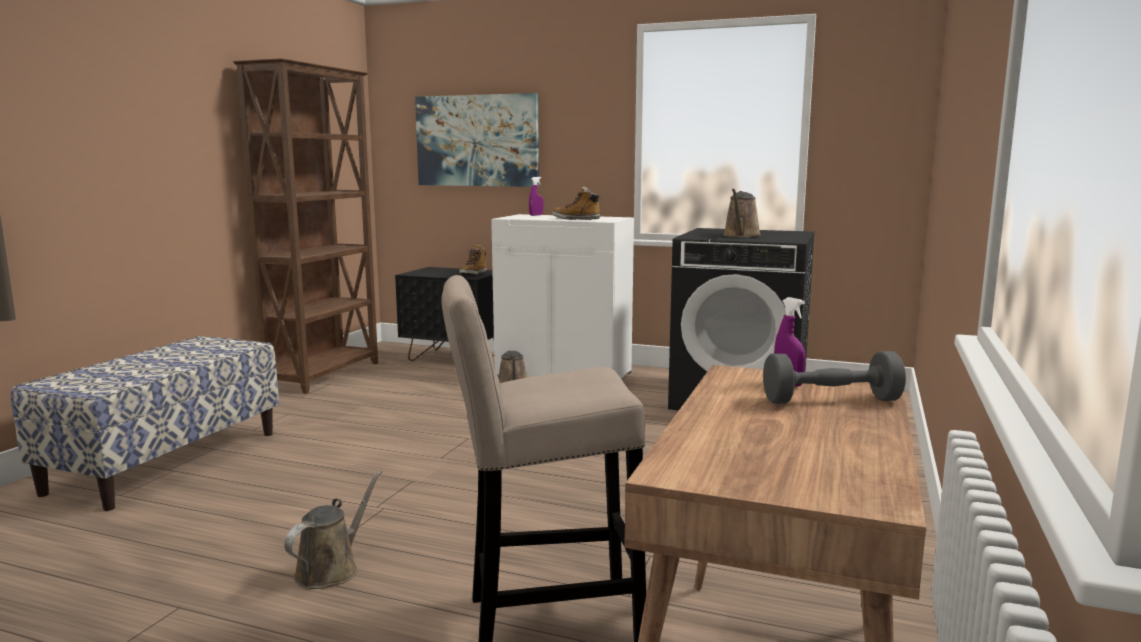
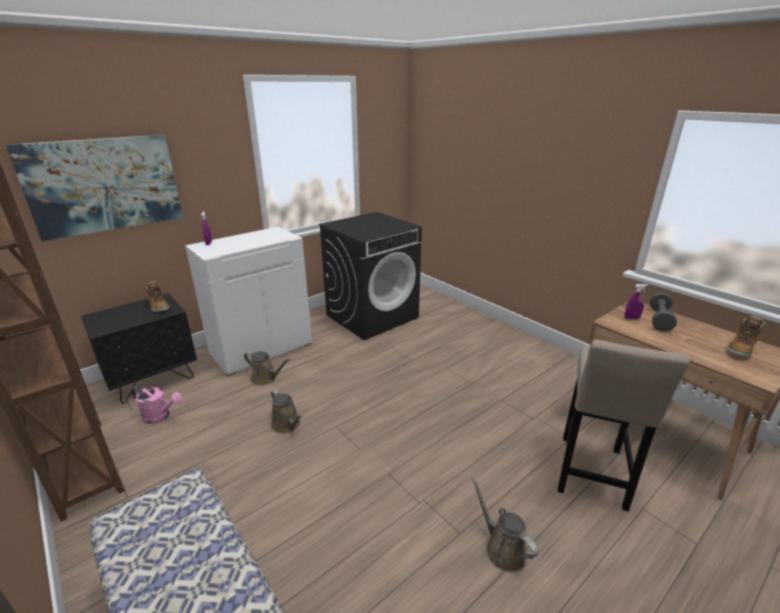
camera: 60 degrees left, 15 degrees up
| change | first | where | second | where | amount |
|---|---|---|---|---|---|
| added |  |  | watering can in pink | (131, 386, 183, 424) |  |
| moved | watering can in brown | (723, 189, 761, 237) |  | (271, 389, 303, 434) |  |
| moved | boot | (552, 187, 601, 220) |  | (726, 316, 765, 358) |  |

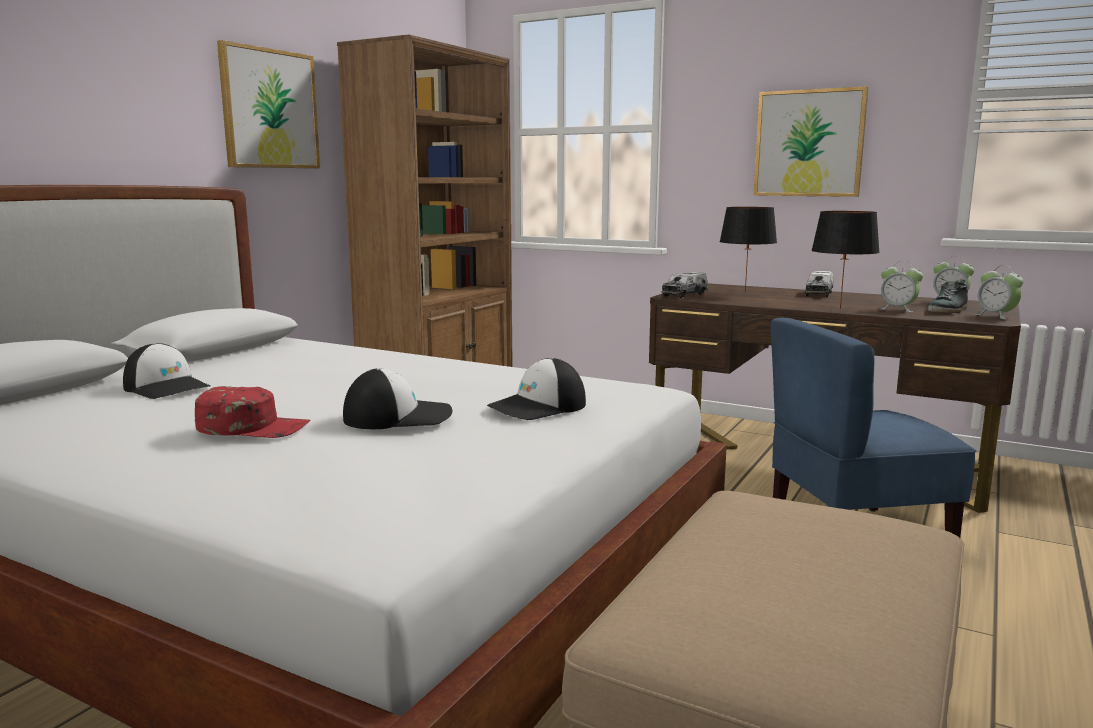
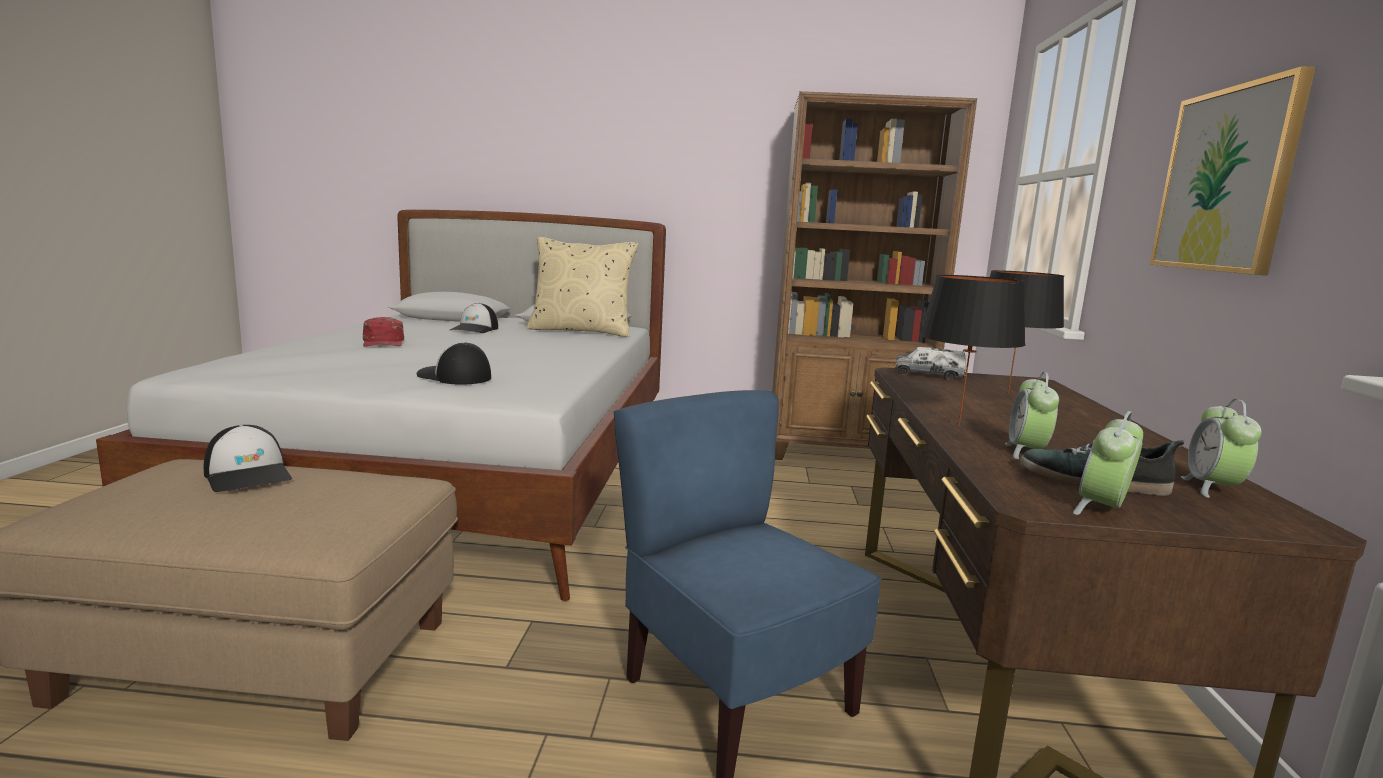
camera: 65 degrees right, 0 degrees up
| change | first | where | second | where | amount |
|---|---|---|---|---|---|
| moved | cap | (343, 368, 452, 429) |  | (204, 425, 292, 492) |  |
| added |  |  | pillow in beige | (526, 237, 638, 337) |  |
| removed | picture | (217, 40, 320, 168) |  |  |  |
| removed | toy truck | (805, 271, 833, 297) |  |  |  |

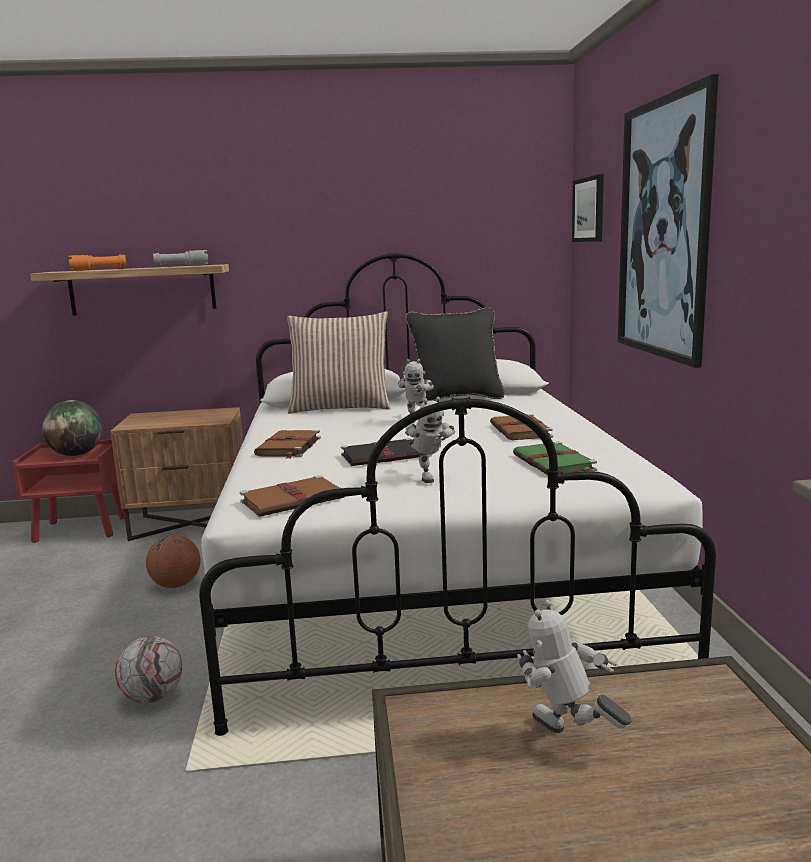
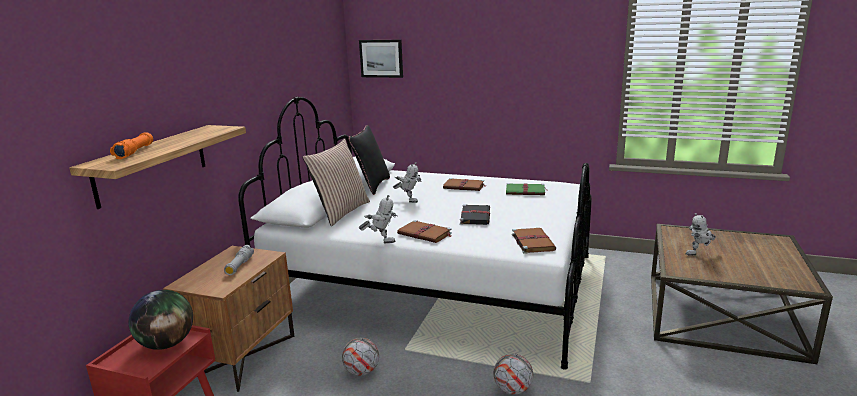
camera: 65 degrees left, 5 degrees up
| change | first | where | second | where | amount |
|---|---|---|---|---|---|
| moved | flashlight in grey | (153, 250, 208, 266) |  | (224, 245, 254, 275) |  |
| replaced | basketball | (146, 535, 201, 588) | football | (342, 337, 379, 376) |  |
| moved | toy robot | (405, 397, 455, 483) |  | (359, 195, 398, 243) |  |
| removed | picture | (618, 74, 719, 368) |  |  |  |

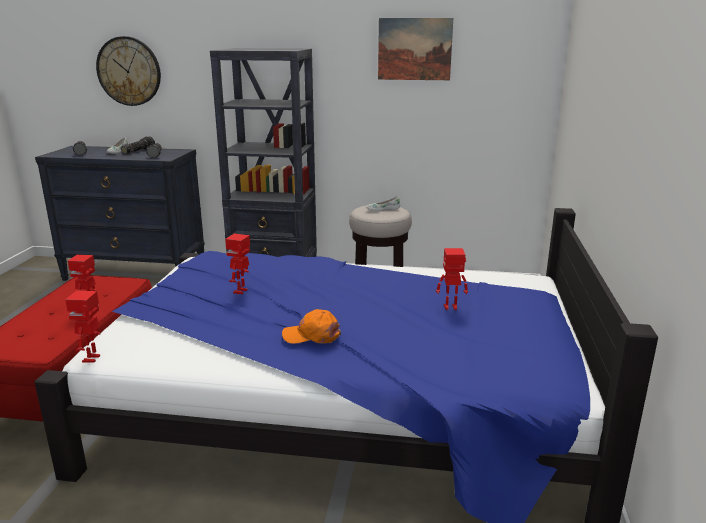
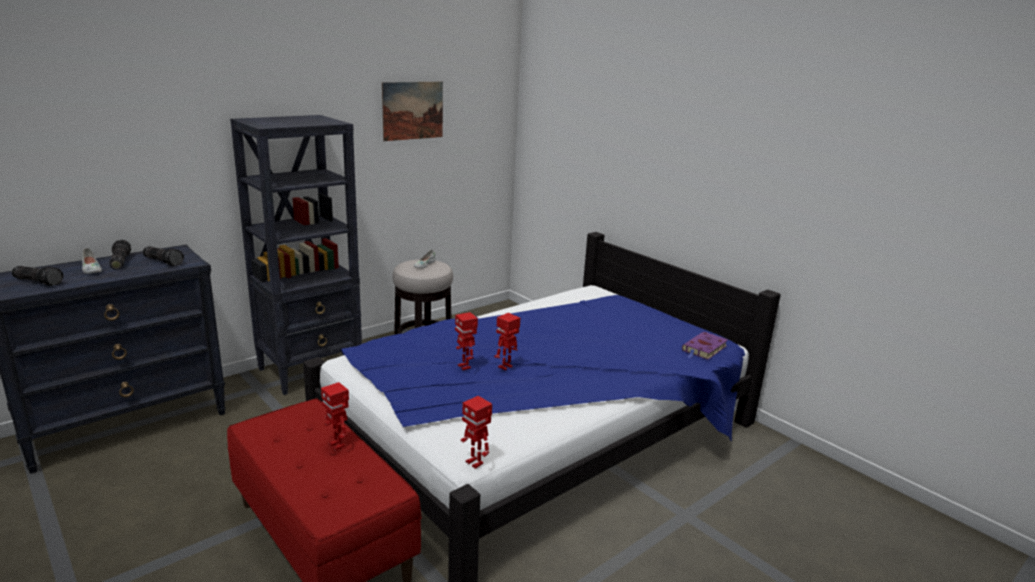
camera: 50 degrees left, 0 degrees up
| change | first | where | second | where | amount |
|---|---|---|---|---|---|
| moved | toy robot | (436, 248, 468, 310) |  | (494, 313, 520, 370) |  |
| added |  |  | book in purple | (682, 331, 728, 360) |  |
| removed | wall clock | (96, 36, 161, 106) |  |  |  |
| removed | cap in orange | (282, 309, 341, 344) |  |  |  |

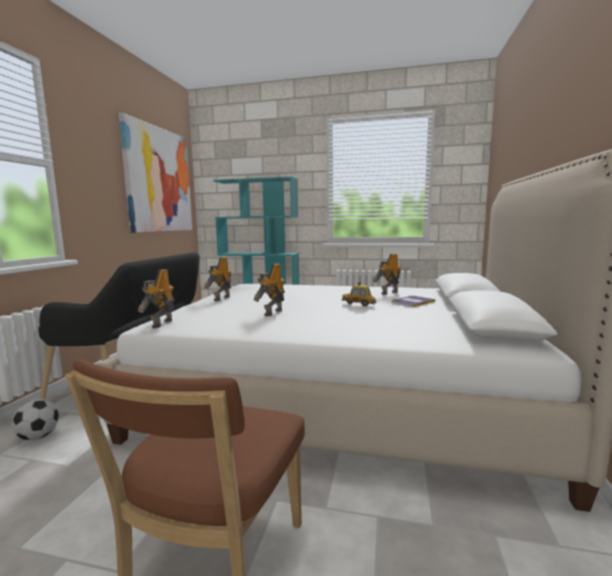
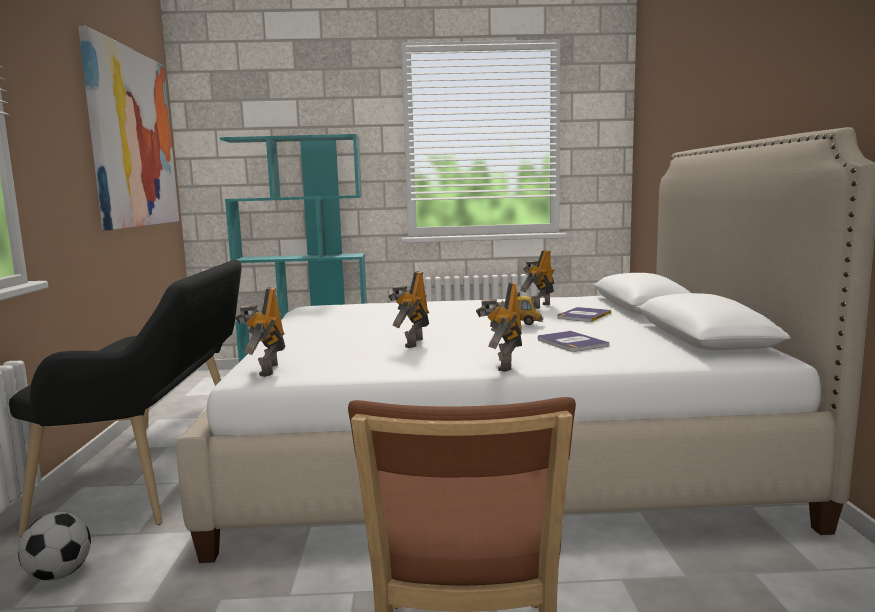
camera: 15 degrees left, 0 degrees up
| change | first | where | second | where | amount |
|---|---|---|---|---|---|
| moved | toy robot | (204, 257, 232, 301) |  | (476, 281, 522, 372) |  |
| added |  |  | book | (538, 331, 609, 352) |  |

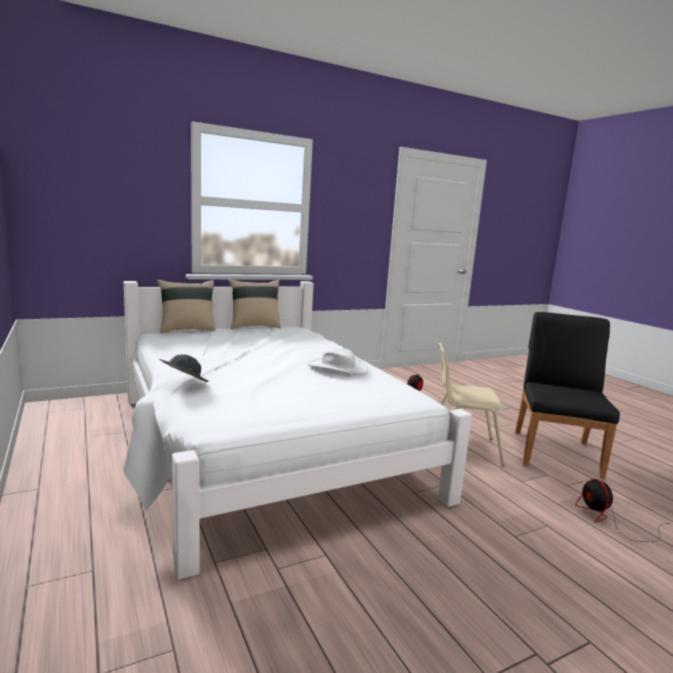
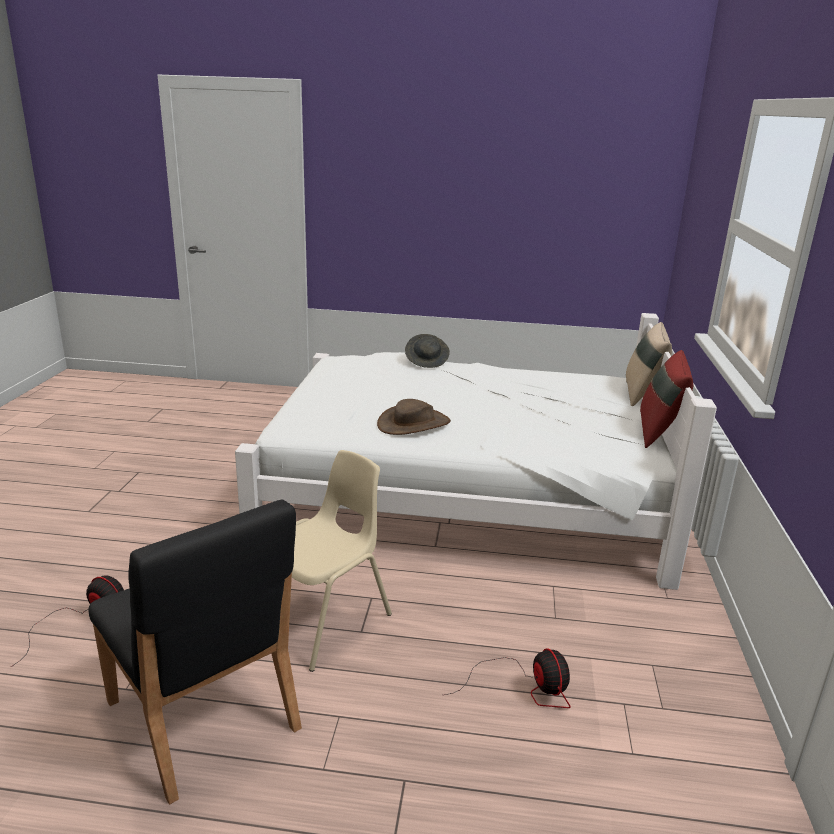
camera: 125 degrees right, 10 degrees up
| change | first | where | second | where | amount |
|---|---|---|---|---|---|
| recoloured | hat in white | (308, 348, 368, 375) | hat in brown | (377, 399, 451, 435) |  |
| recoloured | pillow in beige | (228, 279, 281, 329) | pillow in red | (640, 350, 693, 448) |  |

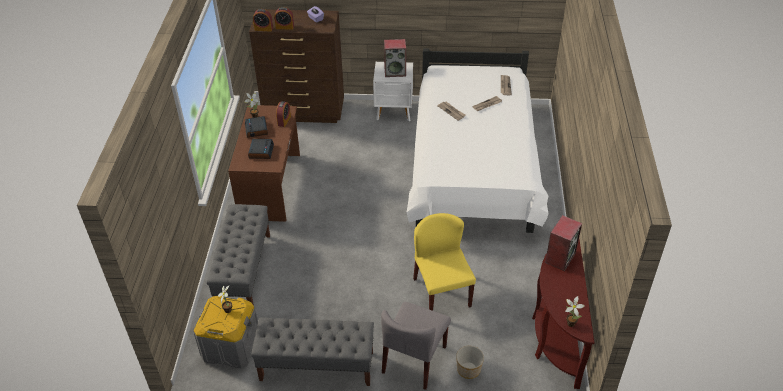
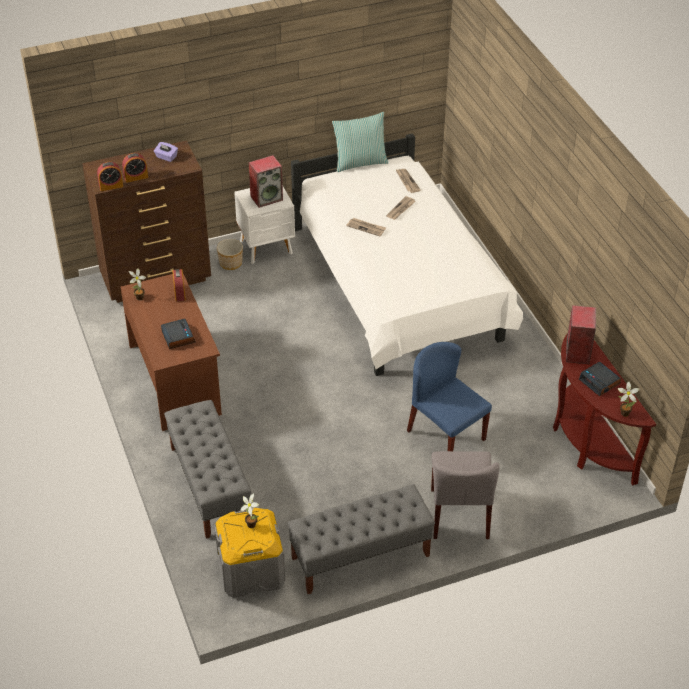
camera: 25 degrees left, 0 degrees up
| change | first | where | second | where | amount |
|---|---|---|---|---|---|
| moved | planter | (456, 346, 484, 379) |  | (217, 239, 243, 270) |  |
| added |  |  | pillow | (332, 112, 388, 172) |  |
| recoloured | chair in yellow | (413, 213, 476, 311) | chair in blue | (407, 342, 492, 451) |  |
| moved | alarm clock | (245, 116, 268, 138) |  | (579, 362, 621, 396) |  |

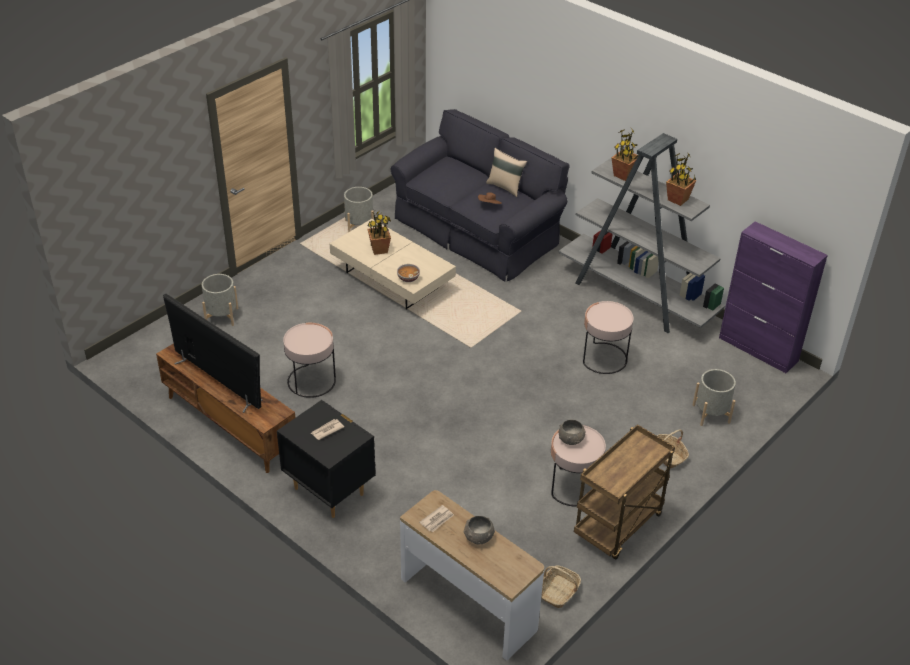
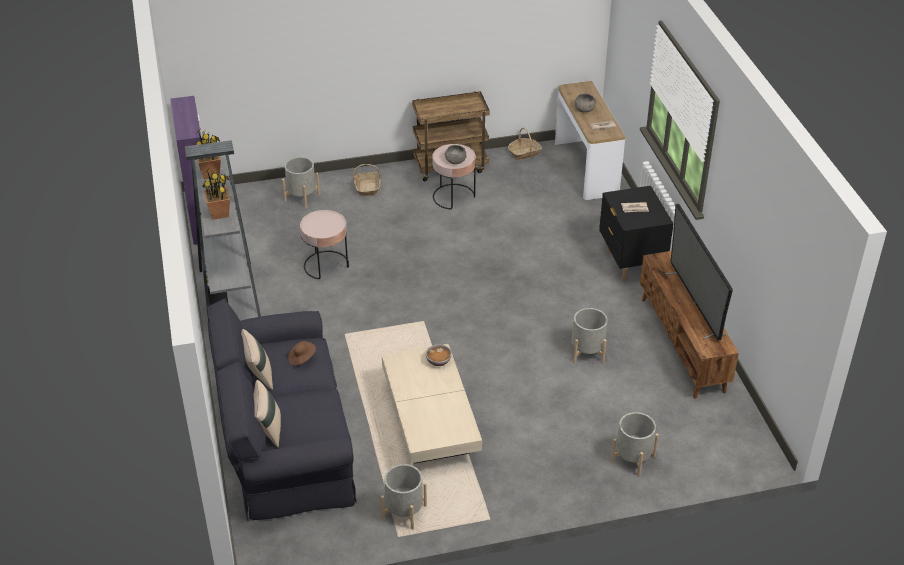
camera: 145 degrees left, 0 degrees up
| change | first | where | second | where | amount |
|---|---|---|---|---|---|
| added |  |  | pillow in beige | (254, 380, 281, 448) |  |
| replaced | side table in pink | (283, 323, 336, 398) | planter in grey | (571, 308, 608, 363) |  |
| removed | potted plant | (368, 210, 391, 255) |  |  |  |

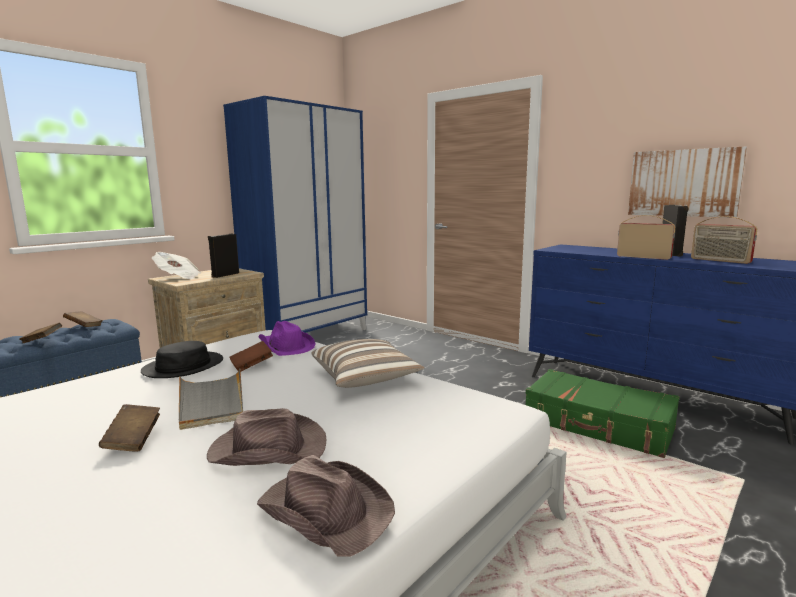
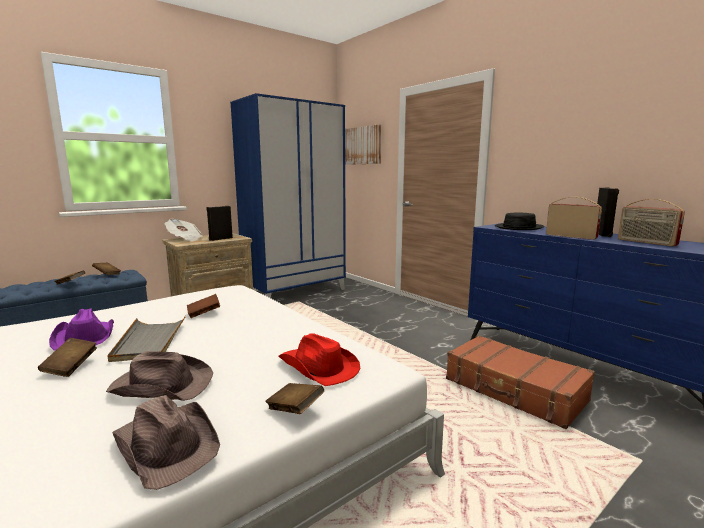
camera: 10 degrees right, 0 degrees up
| change | first | where | second | where | amount |
|---|---|---|---|---|---|
| moved | hat in purple | (259, 321, 316, 356) |  | (49, 308, 114, 351) |  |
| added |  |  | book in brown | (265, 383, 324, 414) |  |
| added |  |  | hat in red | (279, 333, 360, 386) |  |
| moved | picture | (628, 147, 747, 218) |  | (345, 124, 381, 165) |  |
| recoloured | suitcase in green | (526, 369, 680, 458) | suitcase in brown | (446, 335, 595, 429) |  |
| moved | hat in black | (141, 341, 223, 378) |  | (495, 213, 545, 230) |  |
| removed | pillow | (311, 339, 425, 388) |  |  |  |

